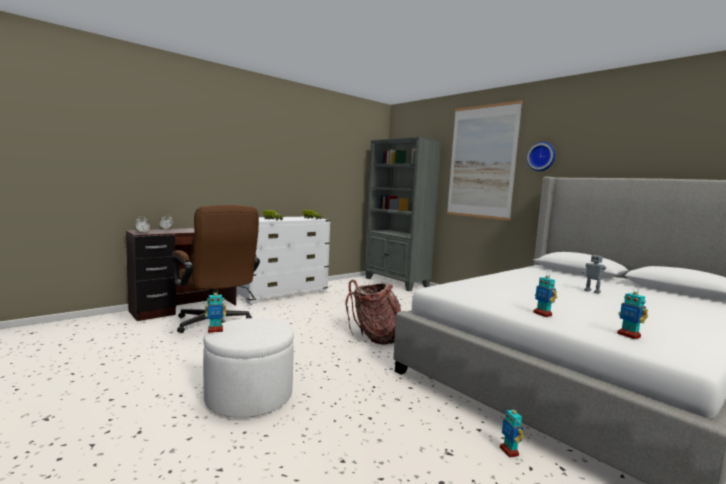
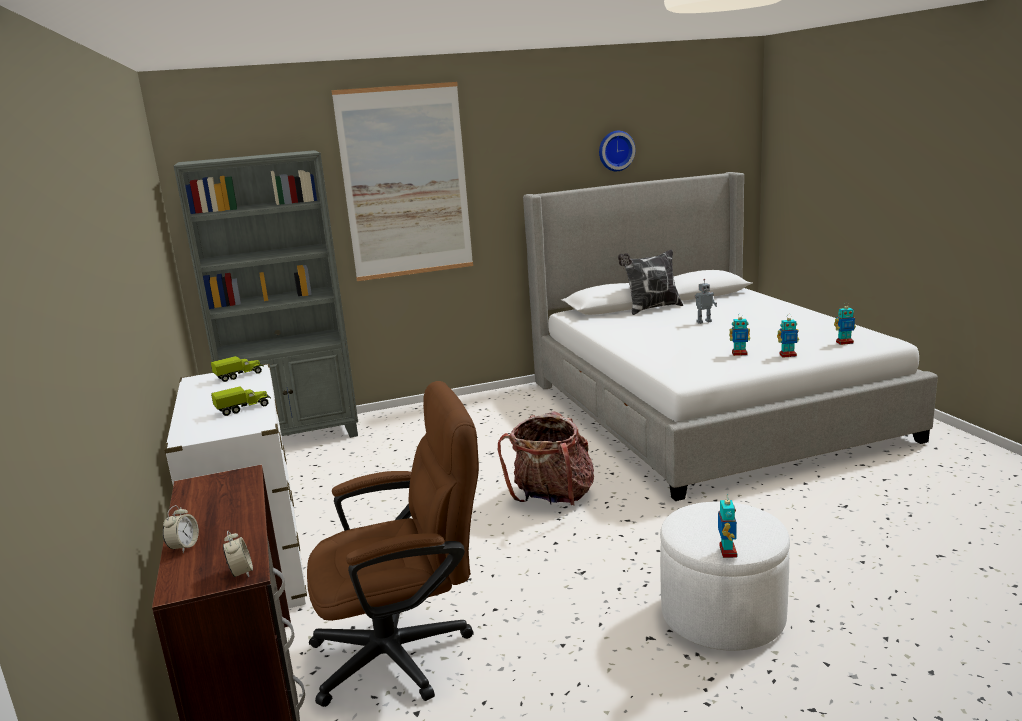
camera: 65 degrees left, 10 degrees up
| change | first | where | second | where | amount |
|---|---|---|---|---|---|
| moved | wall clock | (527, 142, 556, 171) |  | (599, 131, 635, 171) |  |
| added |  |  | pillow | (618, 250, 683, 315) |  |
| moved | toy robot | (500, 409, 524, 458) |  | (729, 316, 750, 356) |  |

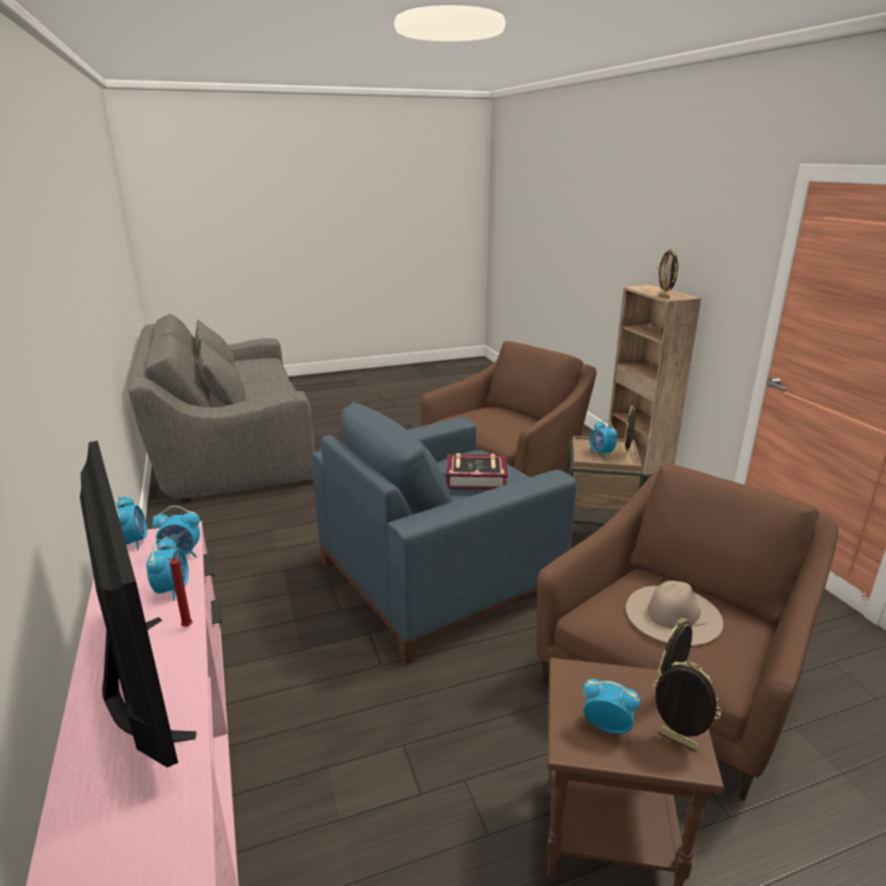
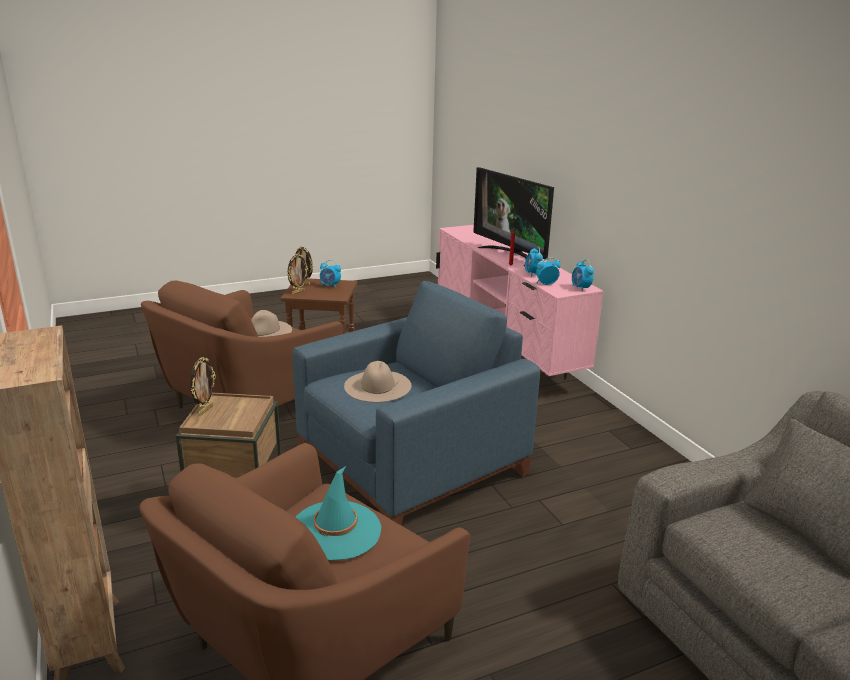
camera: 175 degrees right, 0 degrees up
| change | first | where | second | where | amount |
|---|---|---|---|---|---|
| added |  |  | hat in turquoise | (296, 466, 381, 560) |  |
| replaced | book | (446, 453, 508, 490) | hat in beige | (344, 361, 411, 402) |  |
| removed | alarm clock | (589, 420, 617, 458) |  |  |  |
| removed | picture frame | (657, 248, 678, 299) |  |  |  |

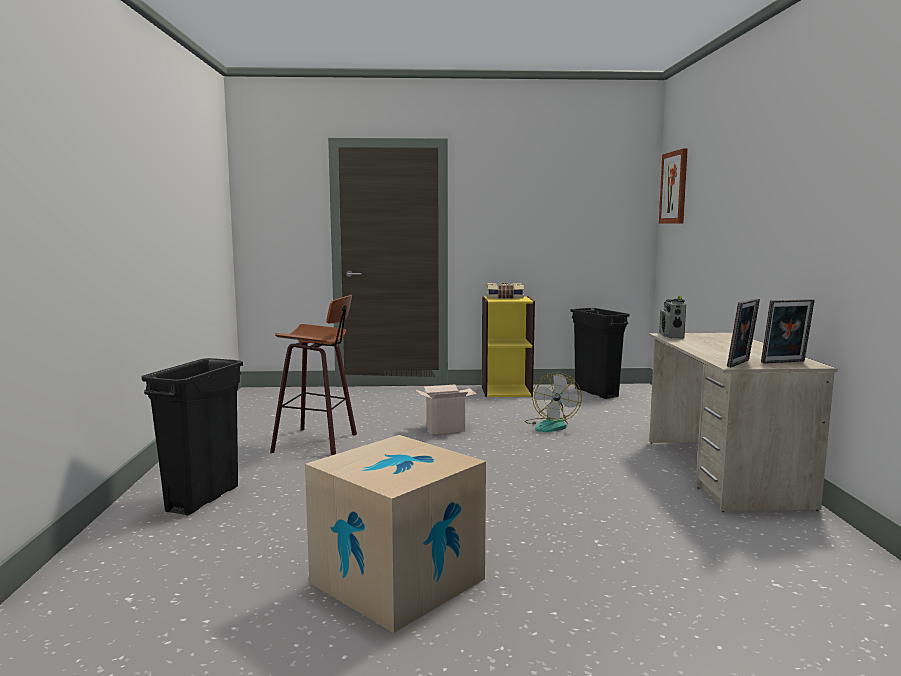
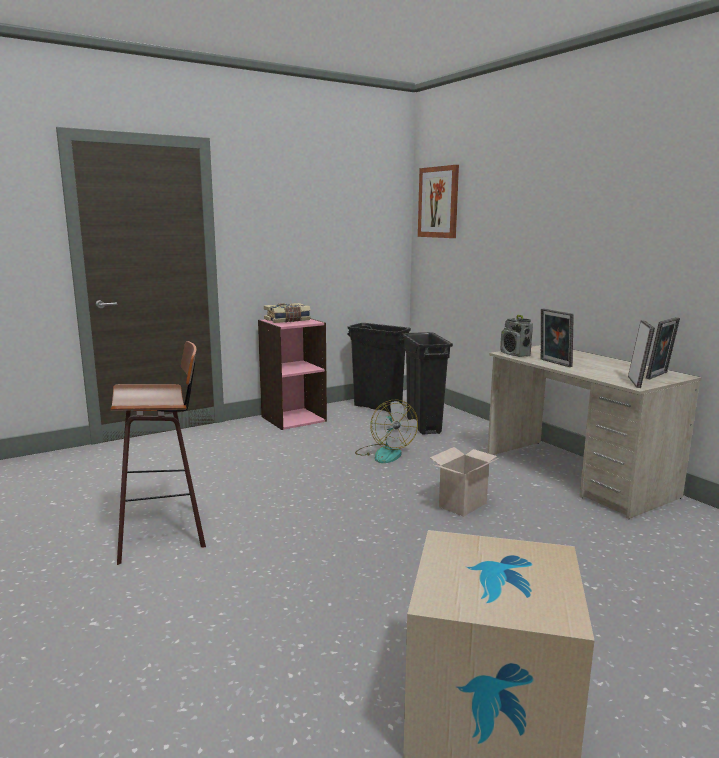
camera: 30 degrees left, 5 degrees up
| change | first | where | second | where | amount |
|---|---|---|---|---|---|
| recoloured | bookcase in yellow | (482, 296, 535, 397) | bookcase in pink | (258, 318, 327, 430) |  |
| moved | trash can in black | (141, 358, 243, 515) |  | (402, 332, 453, 435) |  |
| moved | cardboard box | (415, 384, 477, 434) |  | (430, 447, 499, 517) |  |
| added |  |  | picture frame | (541, 308, 574, 367) |  |

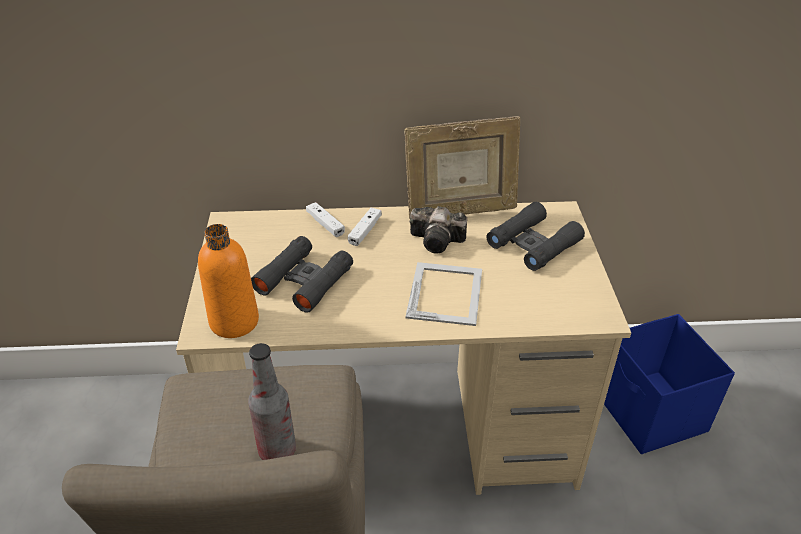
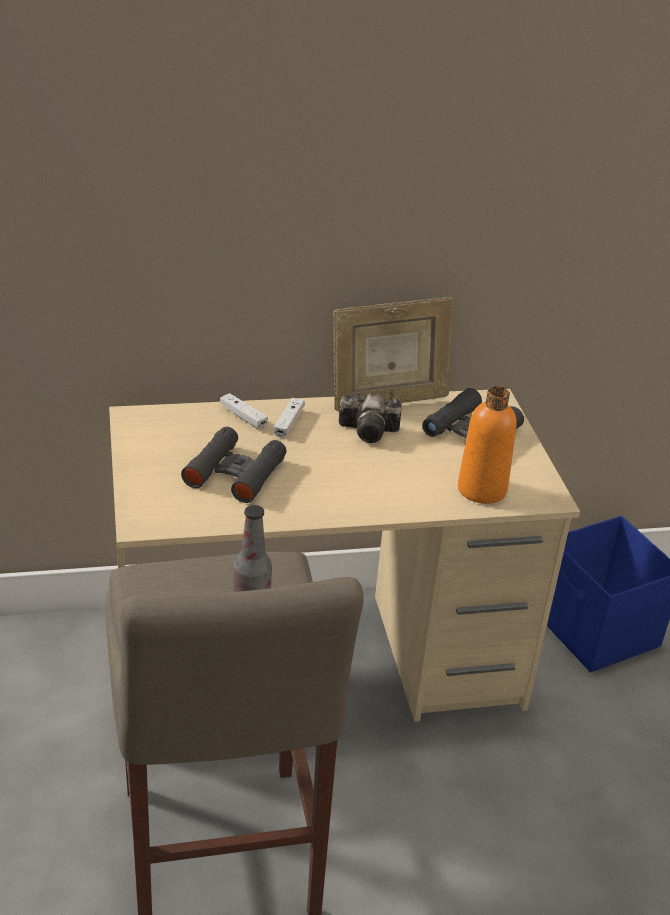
camera: 10 degrees left, 5 degrees down
| change | first | where | second | where | amount |
|---|---|---|---|---|---|
| moved | bottle in orange | (198, 224, 259, 338) |  | (458, 386, 517, 504) |  |
| removed | picture frame | (406, 262, 482, 326) |  |  |  |

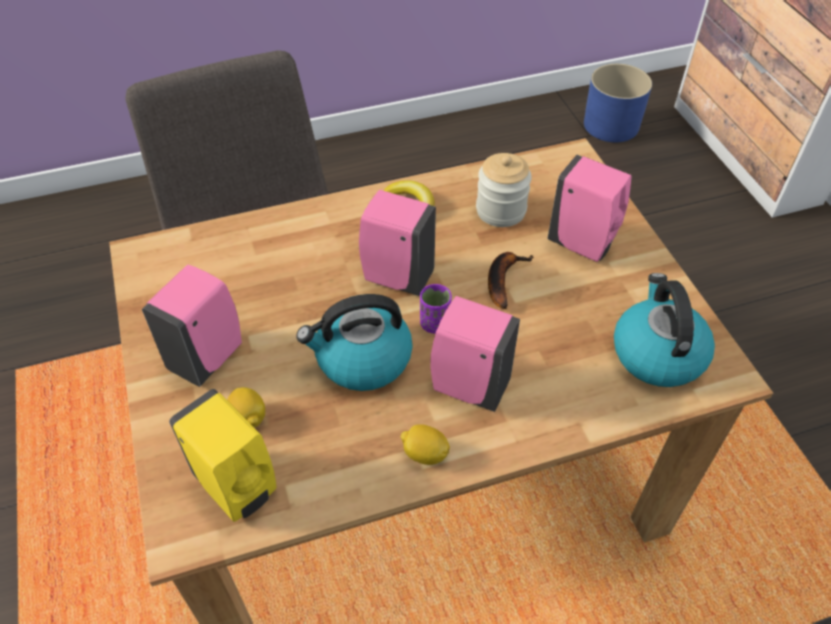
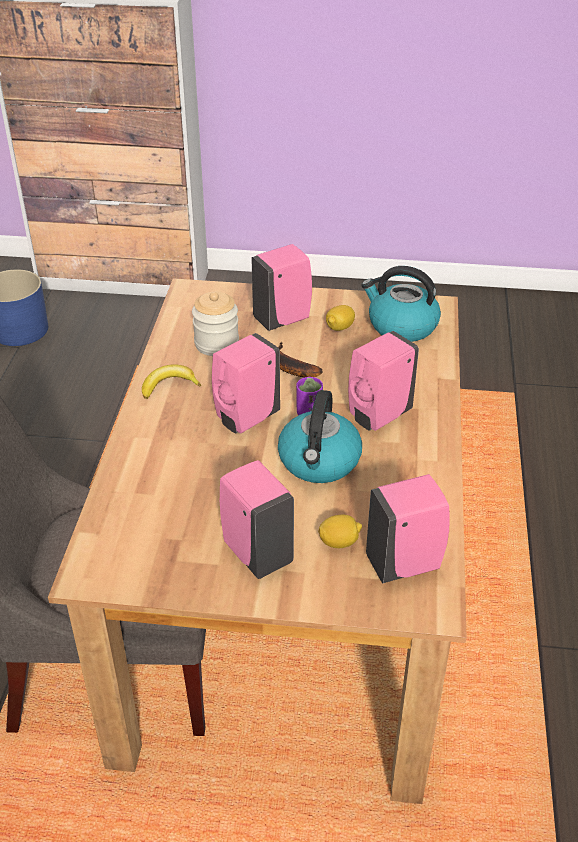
camera: 65 degrees left, 10 degrees down
| change | first | where | second | where | amount |
|---|---|---|---|---|---|
| moved | lemon | (400, 424, 450, 465) |  | (326, 305, 355, 331) |  |
| recoloured | soap dispenser in yellow | (169, 389, 276, 522) | soap dispenser in pink | (366, 474, 450, 583) |  |

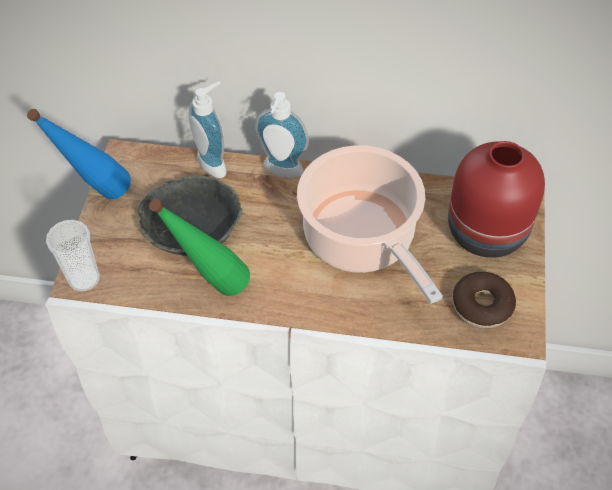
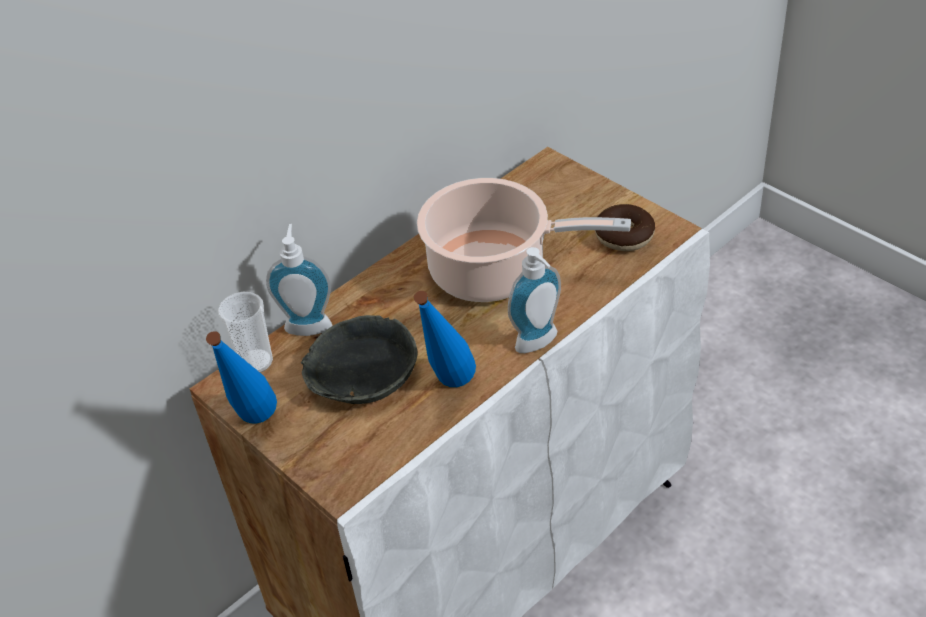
camera: 50 degrees left, 10 degrees down
| change | first | where | second | where | amount |
|---|---|---|---|---|---|
| moved | cup | (46, 220, 100, 292) |  | (218, 292, 273, 373) |  |
| recoloured | bottle in green | (149, 199, 250, 296) | bottle in blue | (414, 291, 476, 387) |  |
| moved | soap dispenser | (255, 92, 309, 178) |  | (508, 247, 561, 353) |  |
| removed | vase in red | (448, 141, 545, 258) |  |  |  |

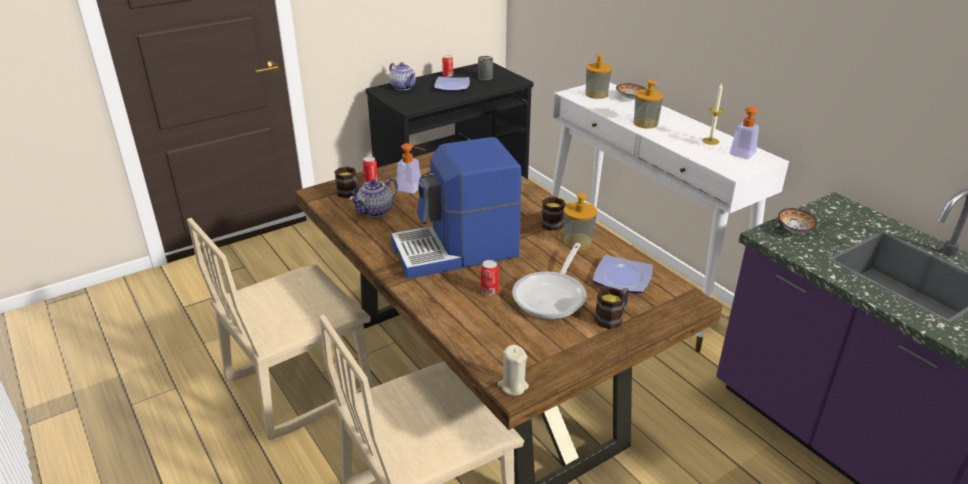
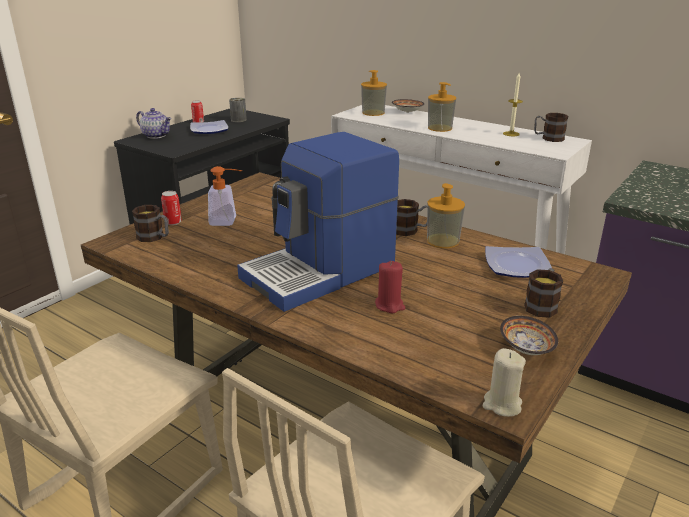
camera: 20 degrees left, 5 degrees down
| change | first | where | second | where | amount |
|---|---|---|---|---|---|
| replaced | can | (481, 260, 499, 295) | candle in red | (375, 261, 405, 314) |  |
| moved | bowl | (778, 208, 818, 233) |  | (500, 316, 558, 355) |  |
| replaced | soap dispenser | (730, 104, 759, 159) | mug | (534, 113, 569, 142) |  |
| removed | teapot | (349, 178, 398, 217) |  |  |  |
| removed | frying pan | (512, 243, 586, 319) |  |  |  |

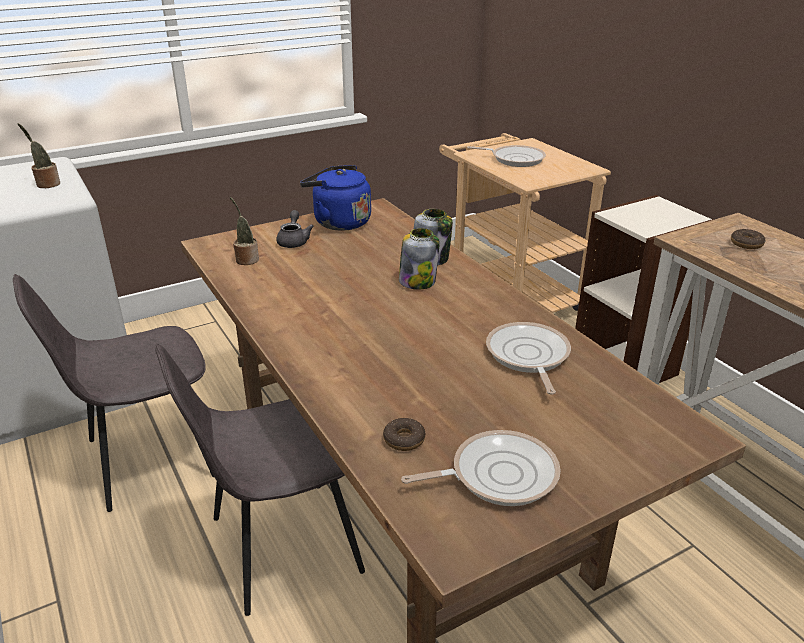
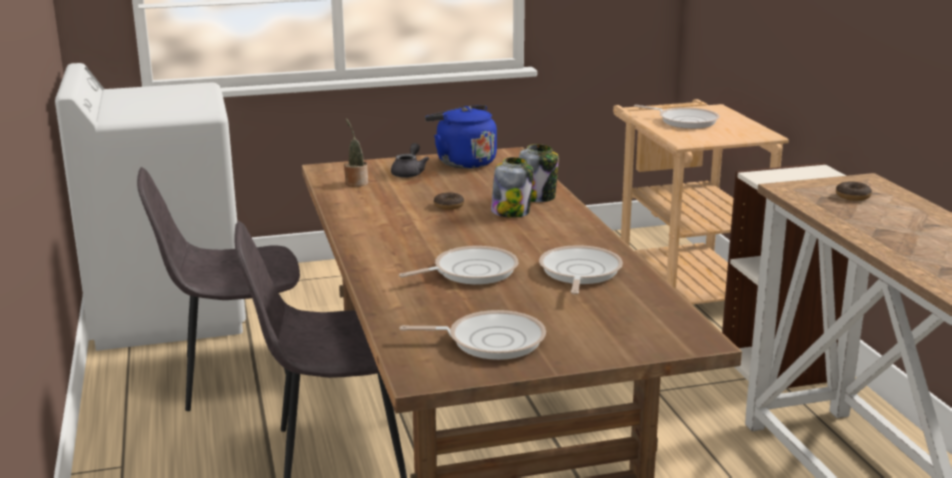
camera: 15 degrees right, 10 degrees down
| change | first | where | second | where | amount |
|---|---|---|---|---|---|
| added |  |  | frying pan | (399, 246, 518, 284) |  |
| moved | donut | (383, 418, 425, 451) |  | (434, 192, 464, 210) |  |
| removed | potted plant | (17, 123, 60, 188) |  |  |  |

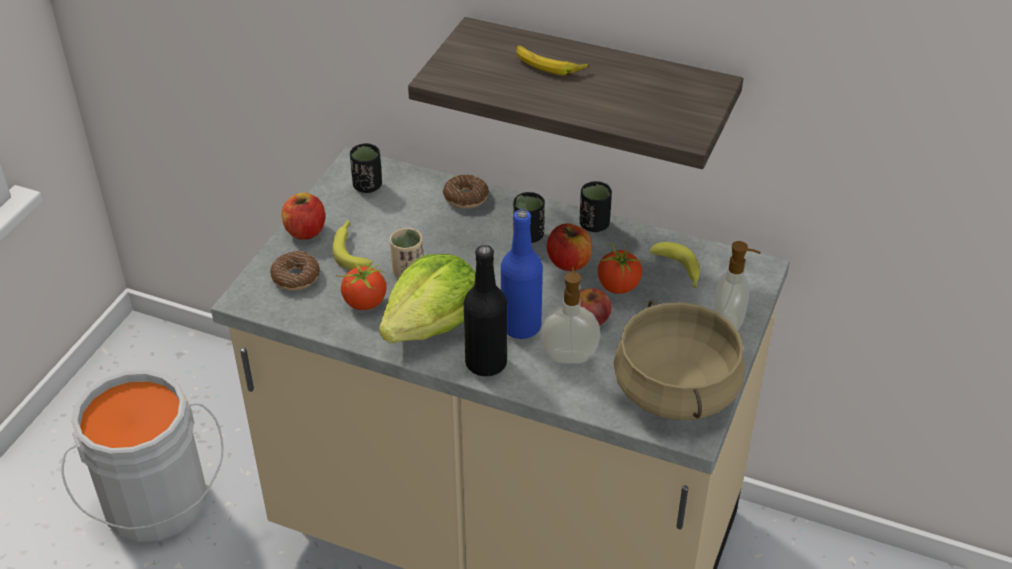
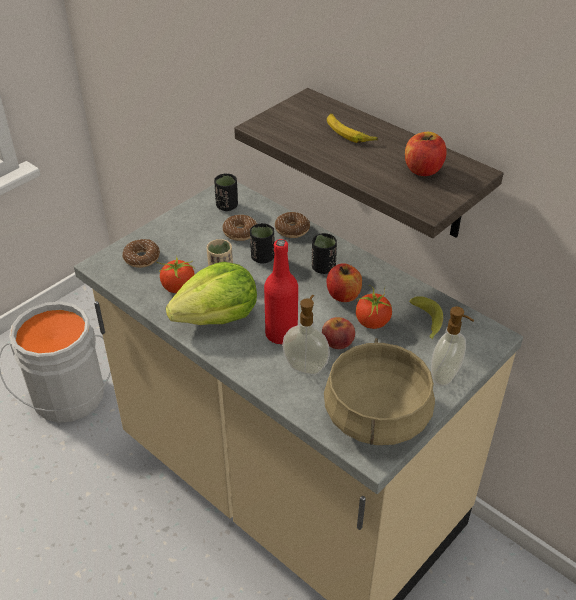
camera: 20 degrees right, 0 degrees up
| change | first | where | second | where | amount |
|---|---|---|---|---|---|
| added |  |  | donut | (223, 215, 258, 241) |  |
| moved | cup in black | (580, 181, 612, 232) |  | (250, 223, 275, 263) |  |
| recoloured | bottle in blue | (501, 209, 543, 339) | bottle in red | (264, 239, 298, 345) |  |
| moved | apple | (281, 193, 325, 240) |  | (405, 132, 446, 176) |  |
| removed | banana | (333, 219, 373, 270) |  |  |  |
| removed | bottle in black | (464, 245, 507, 376) |  |  |  |

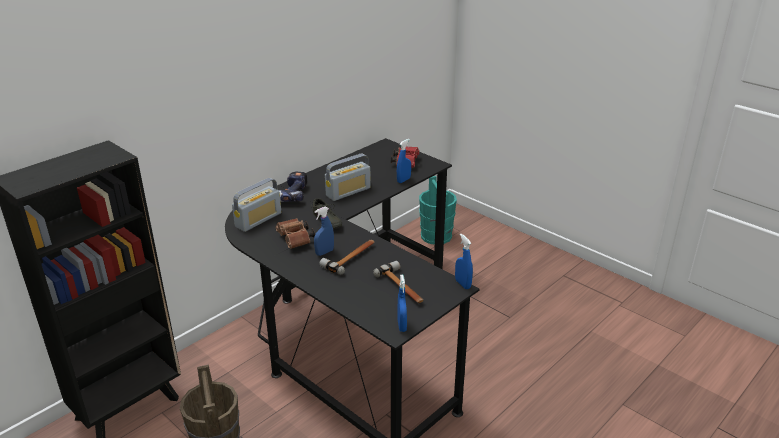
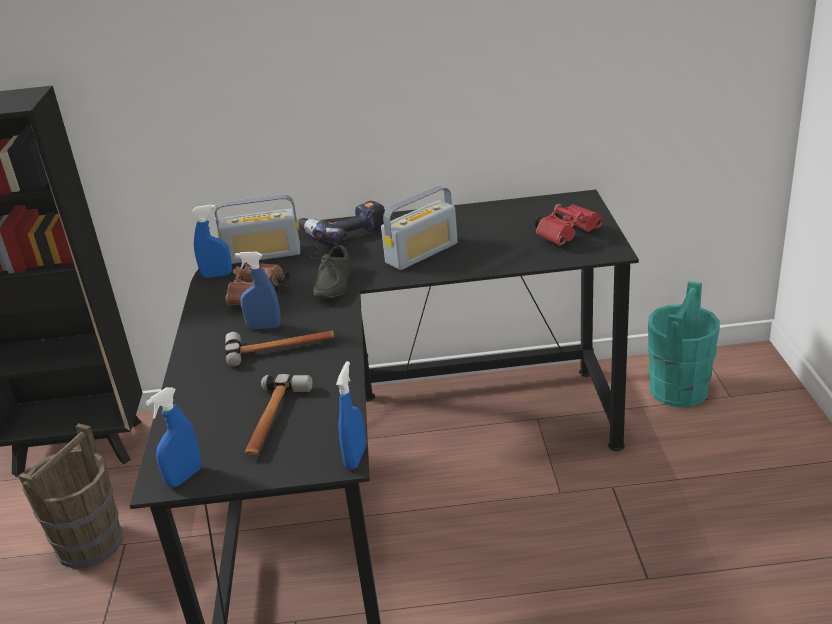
camera: 45 degrees right, 0 degrees up
| change | first | where | second | where | amount |
|---|---|---|---|---|---|
| moved | spray bottle in blue | (397, 139, 411, 183) |  | (192, 205, 232, 278) |  |
| turned | radio | (325, 154, 371, 201) |  | (381, 186, 458, 270) | 45 degrees counterclockwise |

